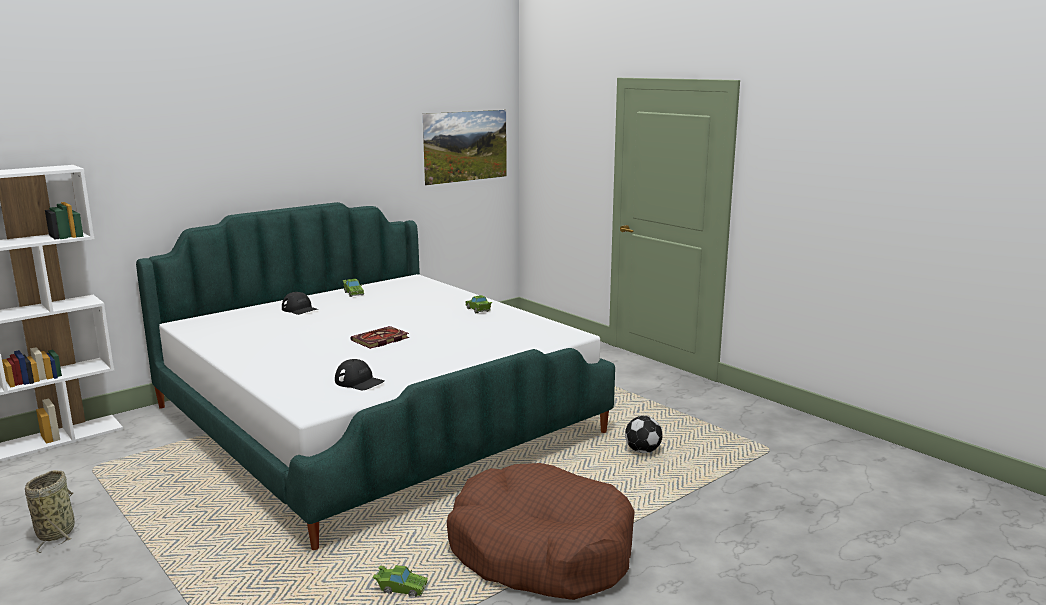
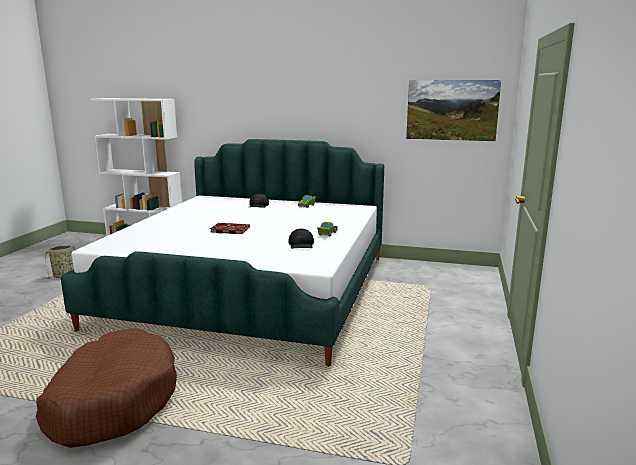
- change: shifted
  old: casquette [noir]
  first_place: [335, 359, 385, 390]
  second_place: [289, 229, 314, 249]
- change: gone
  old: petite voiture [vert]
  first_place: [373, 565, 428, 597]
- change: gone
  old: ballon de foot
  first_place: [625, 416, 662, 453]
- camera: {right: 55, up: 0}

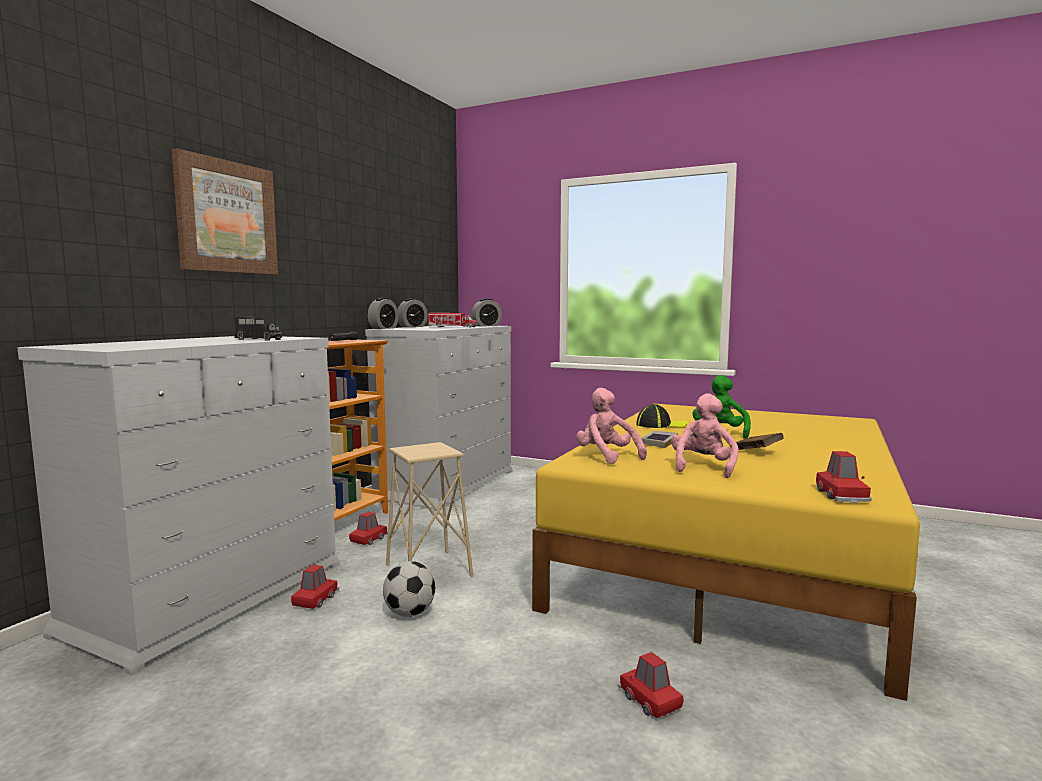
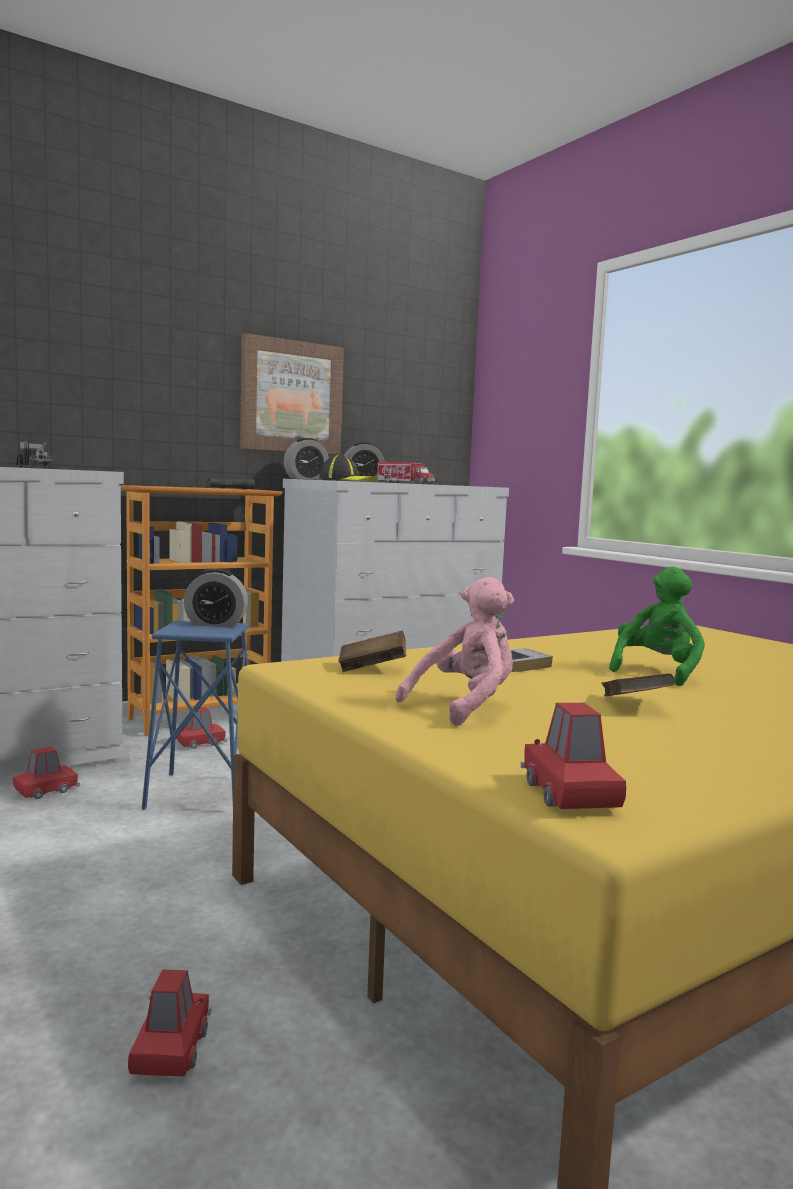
- change: repainted
  old: tabouret [beige]
  new: tabouret [bleu]
  first_place: [386, 442, 473, 577]
  second_place: [142, 620, 249, 810]
- change: shifted
  old: réveil
  first_place: [471, 299, 502, 326]
  second_place: [184, 569, 248, 627]
- change: shifted
  old: tableau
  first_place: [172, 148, 278, 275]
  second_place: [240, 333, 344, 455]
- change: shifted
  old: casquette
  first_place: [636, 404, 688, 428]
  second_place: [319, 454, 378, 482]
- change: swapped
  old: peluche [rose]
  new: livre [marron]
  first_place: [576, 388, 647, 464]
  second_place: [339, 630, 406, 672]
- change: rotated
  old: petite voiture [rouge]
  first_place: [816, 451, 872, 503]
  second_place: [521, 703, 626, 809]
  degrees: 135
- change: gone
  old: ballon de foot
  first_place: [383, 561, 435, 617]
- camera: {right: 30, up: 0}

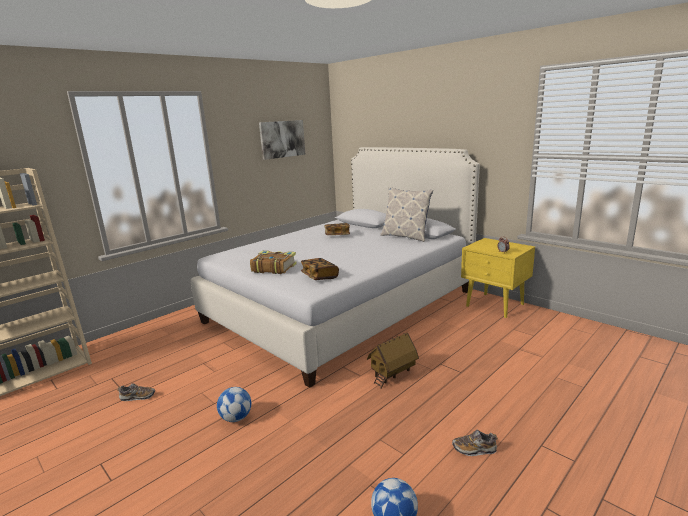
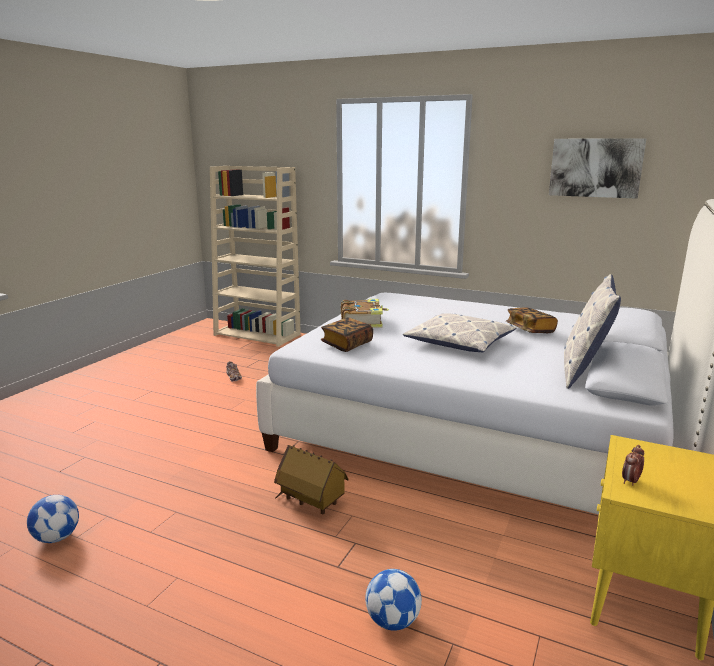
- change: shifted
  old: ballon de foot
  first_place: [217, 387, 251, 422]
  second_place: [365, 569, 422, 631]
- change: new
  new: coussin
  second_place: [403, 313, 516, 352]
- change: gone
  old: chaussure
  first_place: [452, 430, 498, 456]
- camera: {right: 70, up: 0}

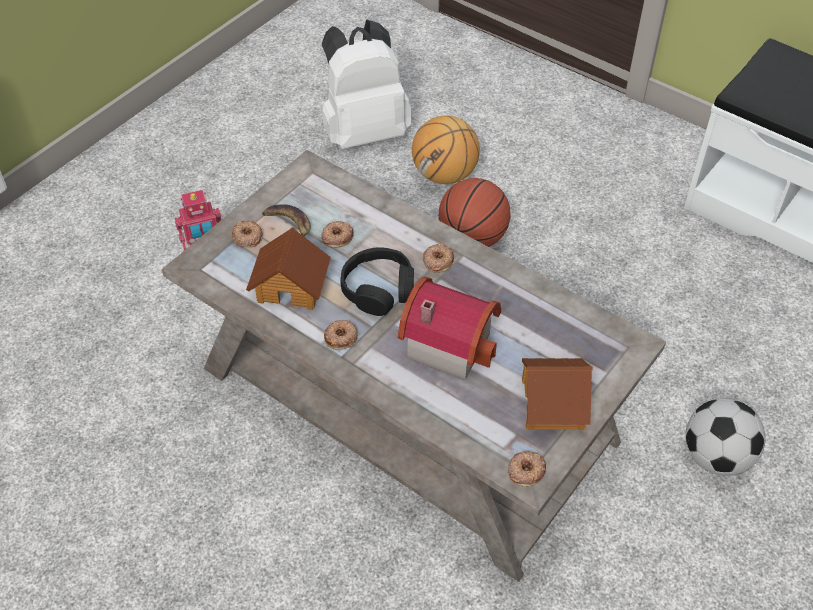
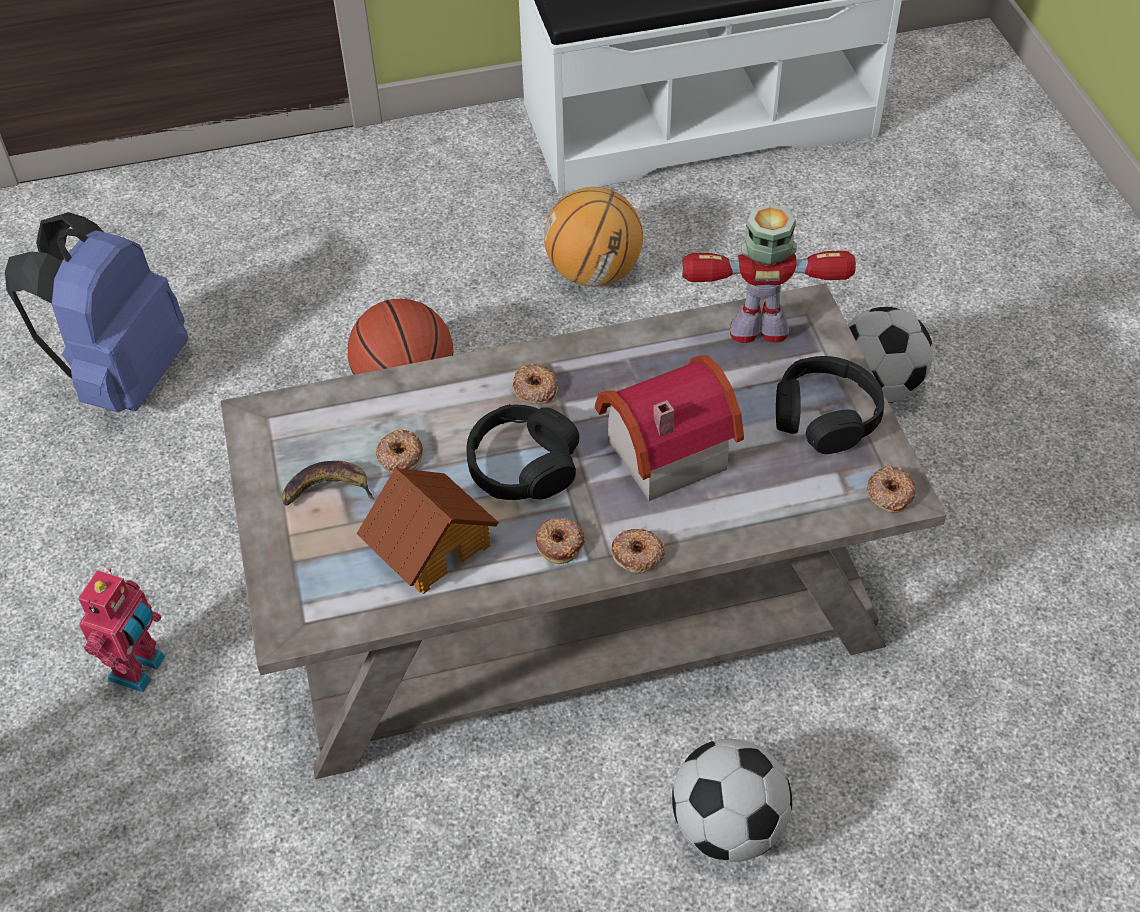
- change: repainted
  old: sac à dos [blanc]
  new: sac à dos [bleu]
  first_place: [322, 19, 411, 149]
  second_place: [5, 212, 188, 412]
- change: shifted
  old: ballon de basket
  first_place: [412, 116, 480, 184]
  second_place: [544, 187, 643, 287]
- change: shifted
  old: beignet
  first_place: [231, 220, 263, 247]
  second_place: [612, 529, 665, 573]
- change: new
  new: ballon de foot
  second_place: [672, 739, 792, 862]
- change: new
  new: robot jouet
  second_place: [682, 204, 856, 343]
- change: swapped
  old: maison miniature
  new: casque audio [noir]
  first_place: [522, 358, 593, 430]
  second_place: [776, 356, 884, 454]
- camera: {right: -50, up: 0}

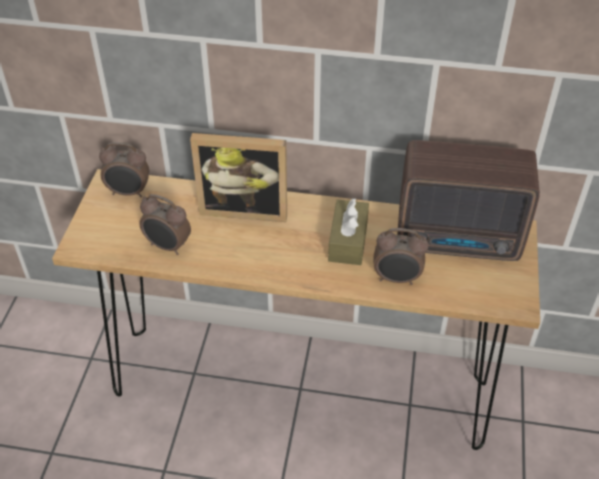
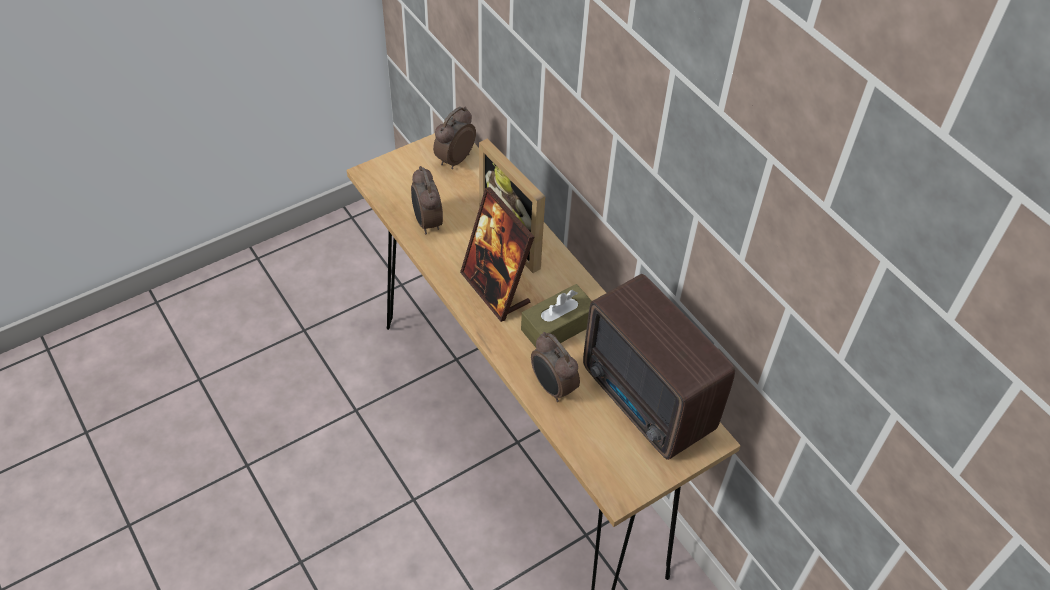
- change: rotated
  old: réveil
  first_place: [99, 142, 149, 197]
  second_place: [433, 107, 476, 169]
  degrees: 75
- change: new
  new: cadre photo
  second_place: [460, 187, 534, 322]
- camera: {right: 45, up: 5}

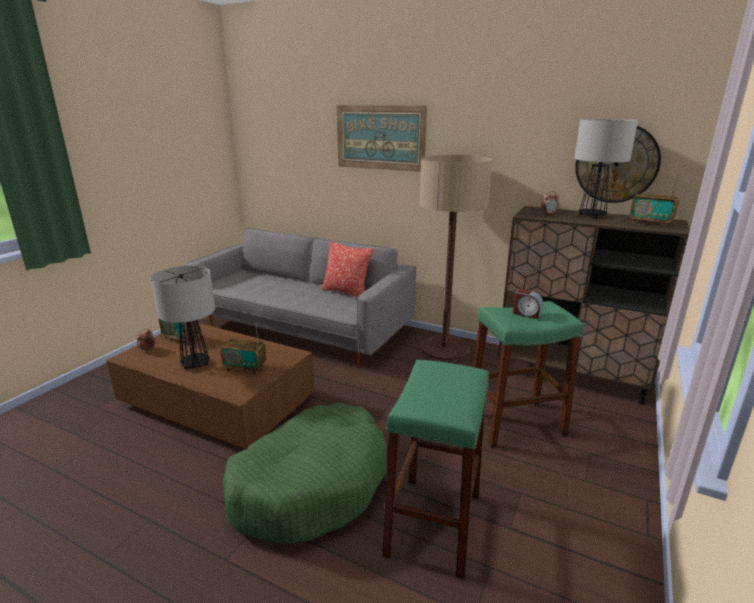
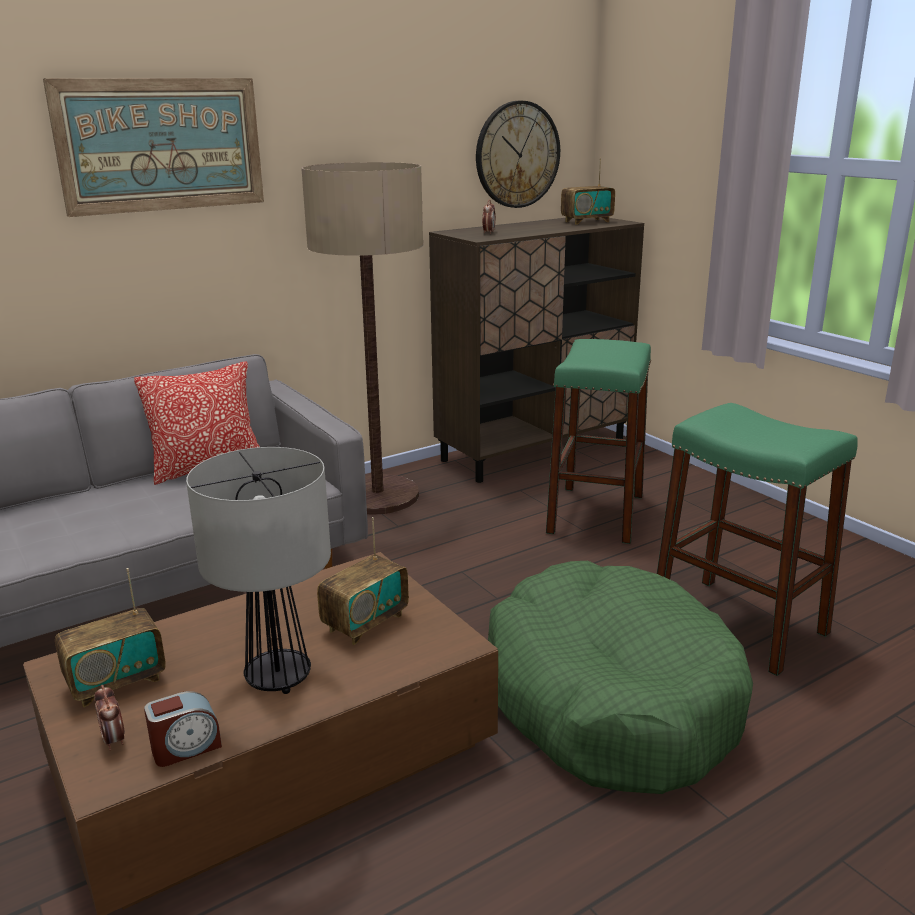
- change: shifted
  old: réveil
  first_place: [513, 289, 543, 319]
  second_place: [144, 691, 222, 767]
- change: gone
  old: lampe de table
  first_place: [574, 119, 638, 219]
- camera: {right: -60, up: 0}

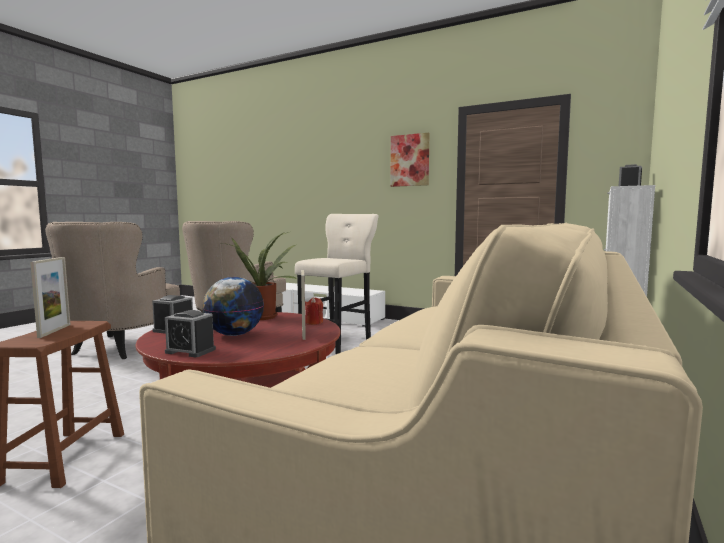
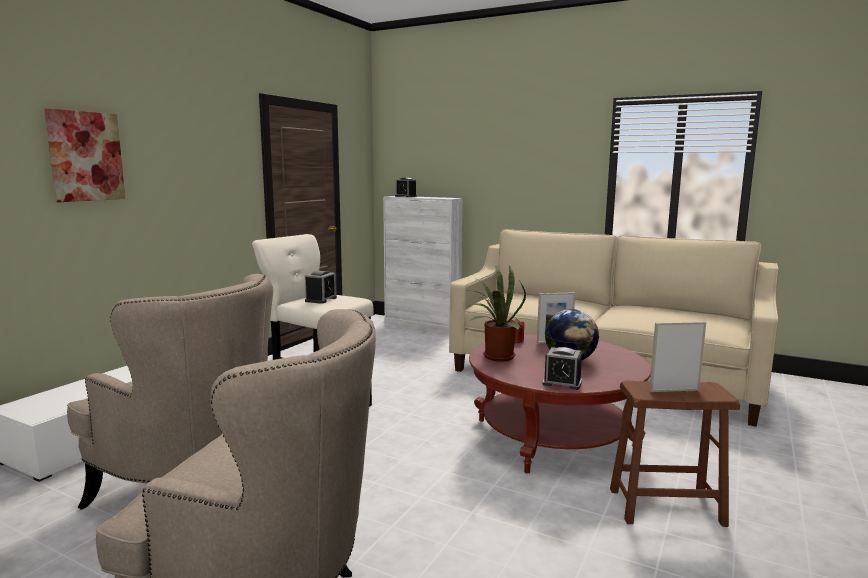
- change: shifted
  old: tableau
  first_place: [390, 133, 429, 187]
  second_place: [44, 108, 126, 202]
- change: shifted
  old: réveil
  first_place: [165, 310, 216, 357]
  second_place: [305, 271, 337, 304]
- camera: {right: -90, up: 5}

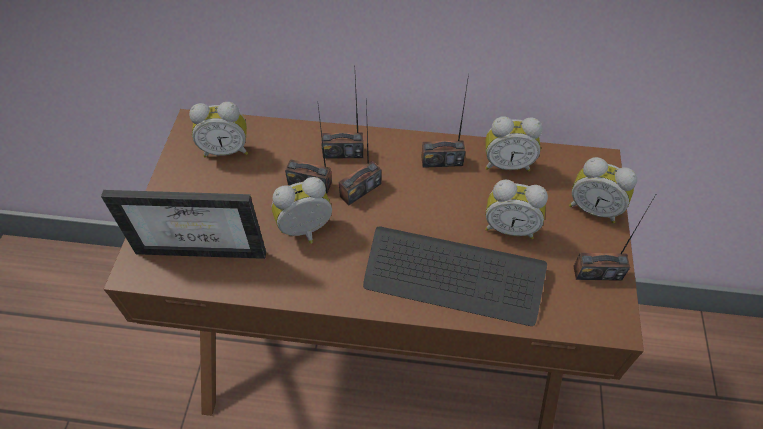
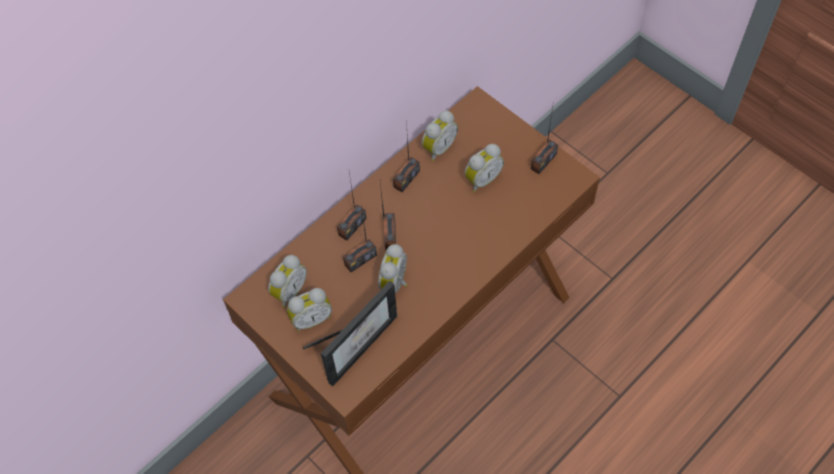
- change: shifted
  old: réveil
  first_place: [569, 157, 637, 223]
  second_place: [287, 288, 332, 332]
- change: gone
  old: clavier
  first_place: [363, 226, 547, 326]
- camera: {right: -50, up: 5}

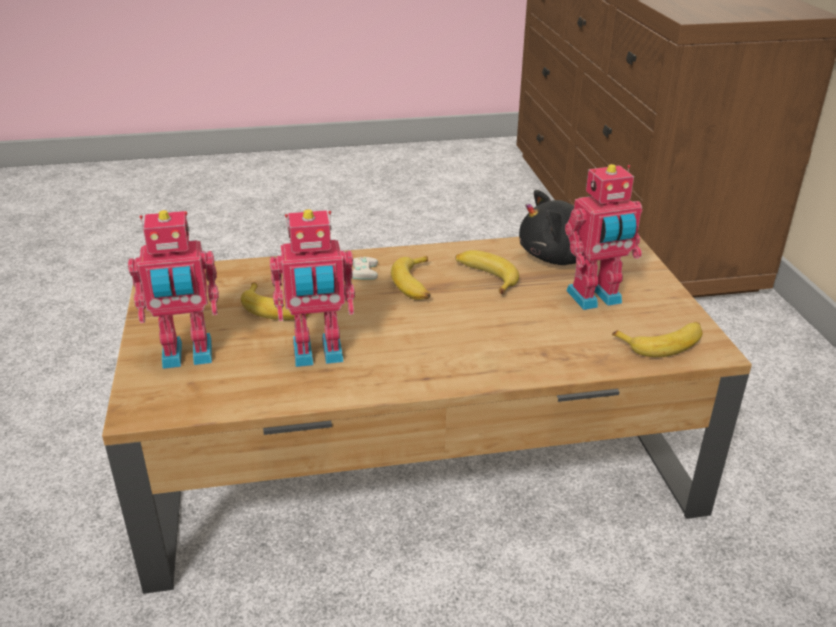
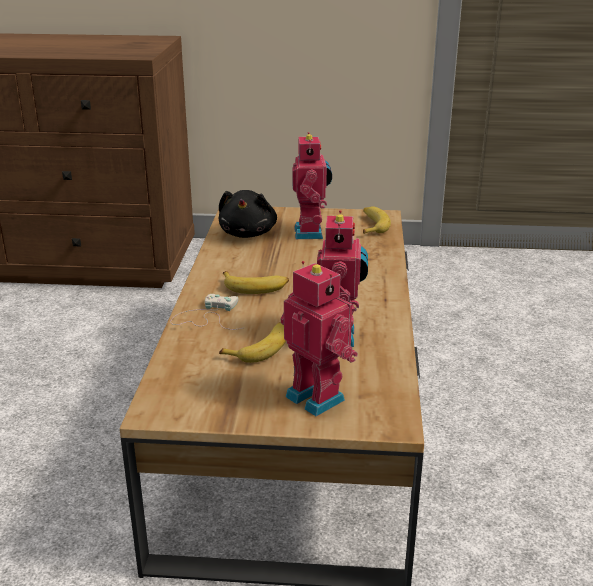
- change: rotated
  old: robot jouet
  first_place: [128, 210, 219, 369]
  second_place: [281, 261, 358, 416]
  degrees: -45
- change: gone
  old: banane
  first_place: [455, 250, 519, 294]
- camera: {right: -75, up: -5}

